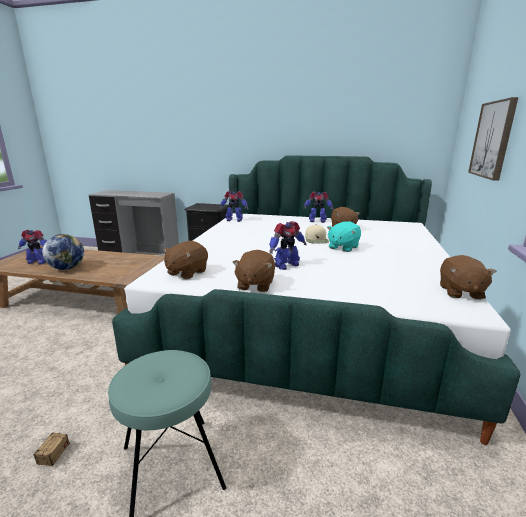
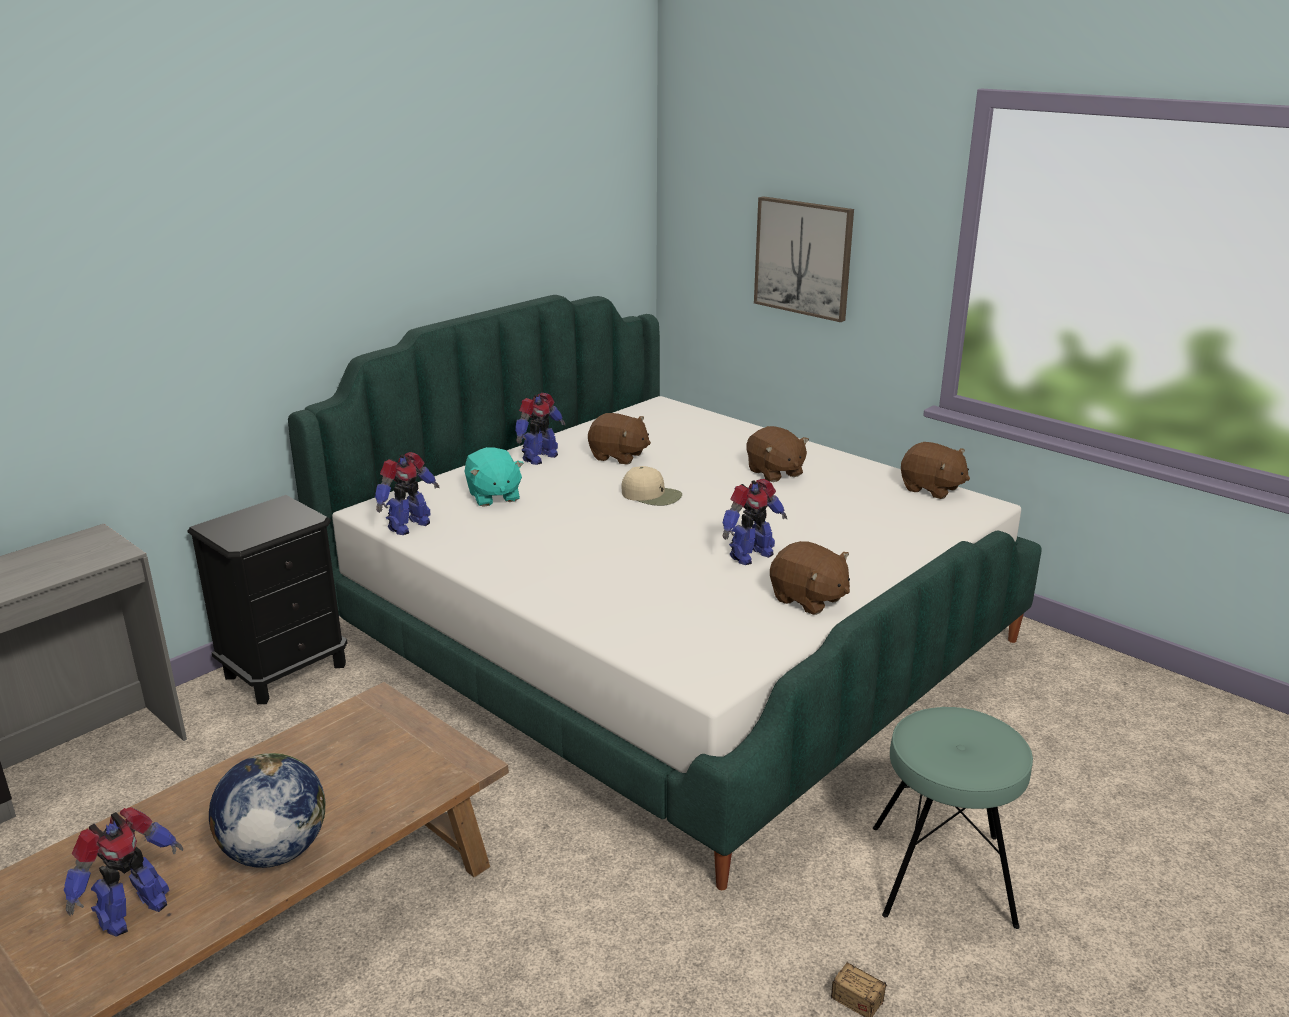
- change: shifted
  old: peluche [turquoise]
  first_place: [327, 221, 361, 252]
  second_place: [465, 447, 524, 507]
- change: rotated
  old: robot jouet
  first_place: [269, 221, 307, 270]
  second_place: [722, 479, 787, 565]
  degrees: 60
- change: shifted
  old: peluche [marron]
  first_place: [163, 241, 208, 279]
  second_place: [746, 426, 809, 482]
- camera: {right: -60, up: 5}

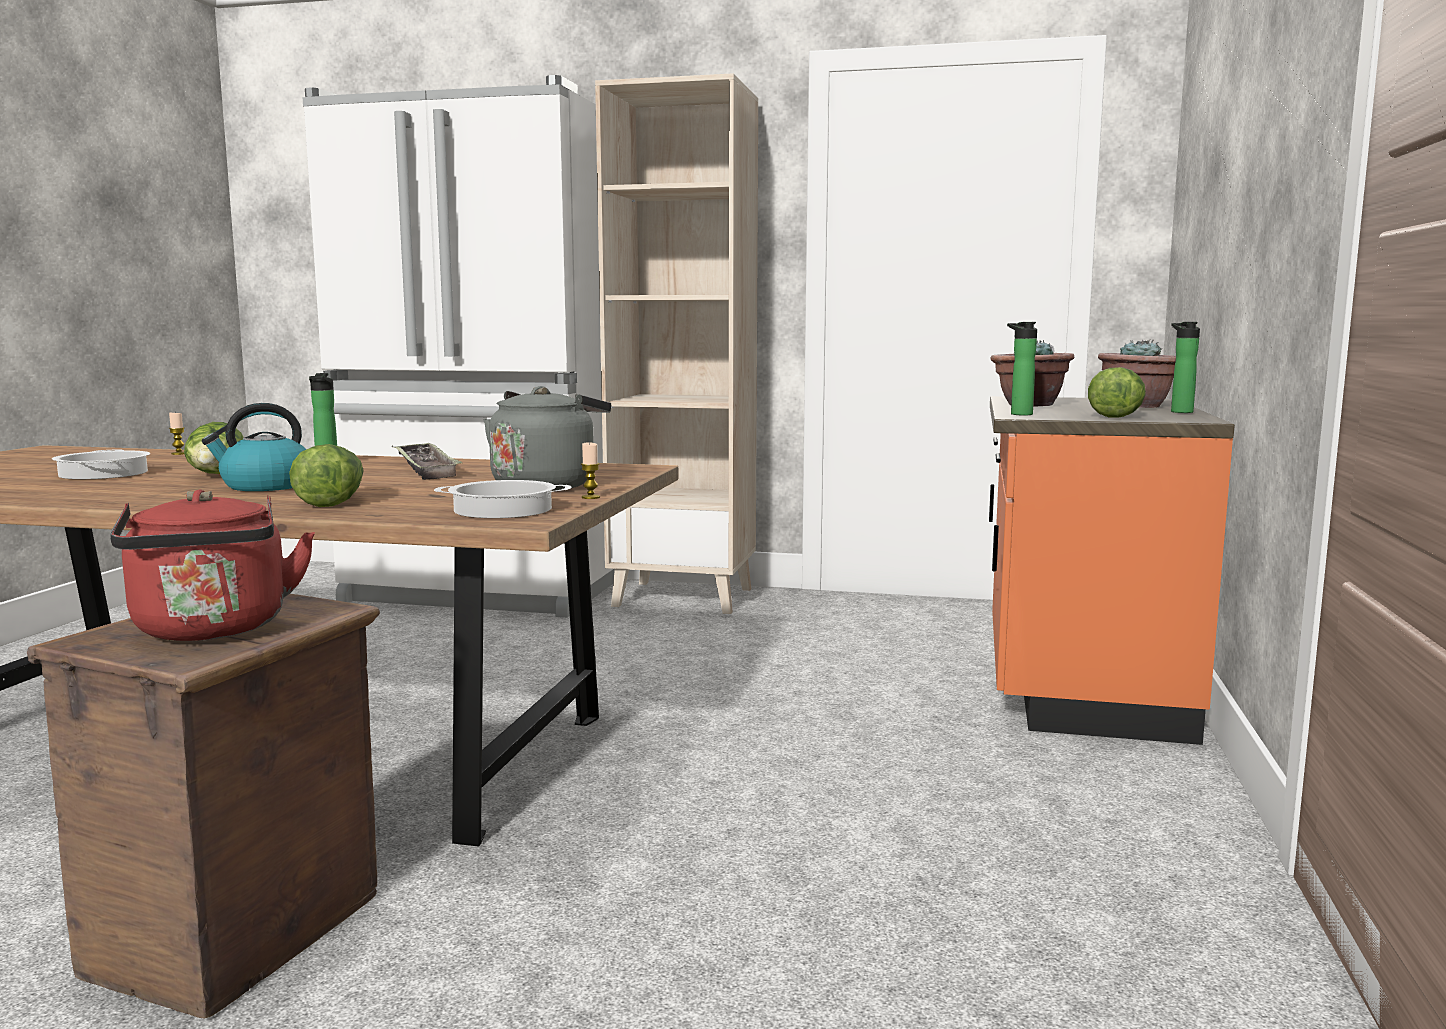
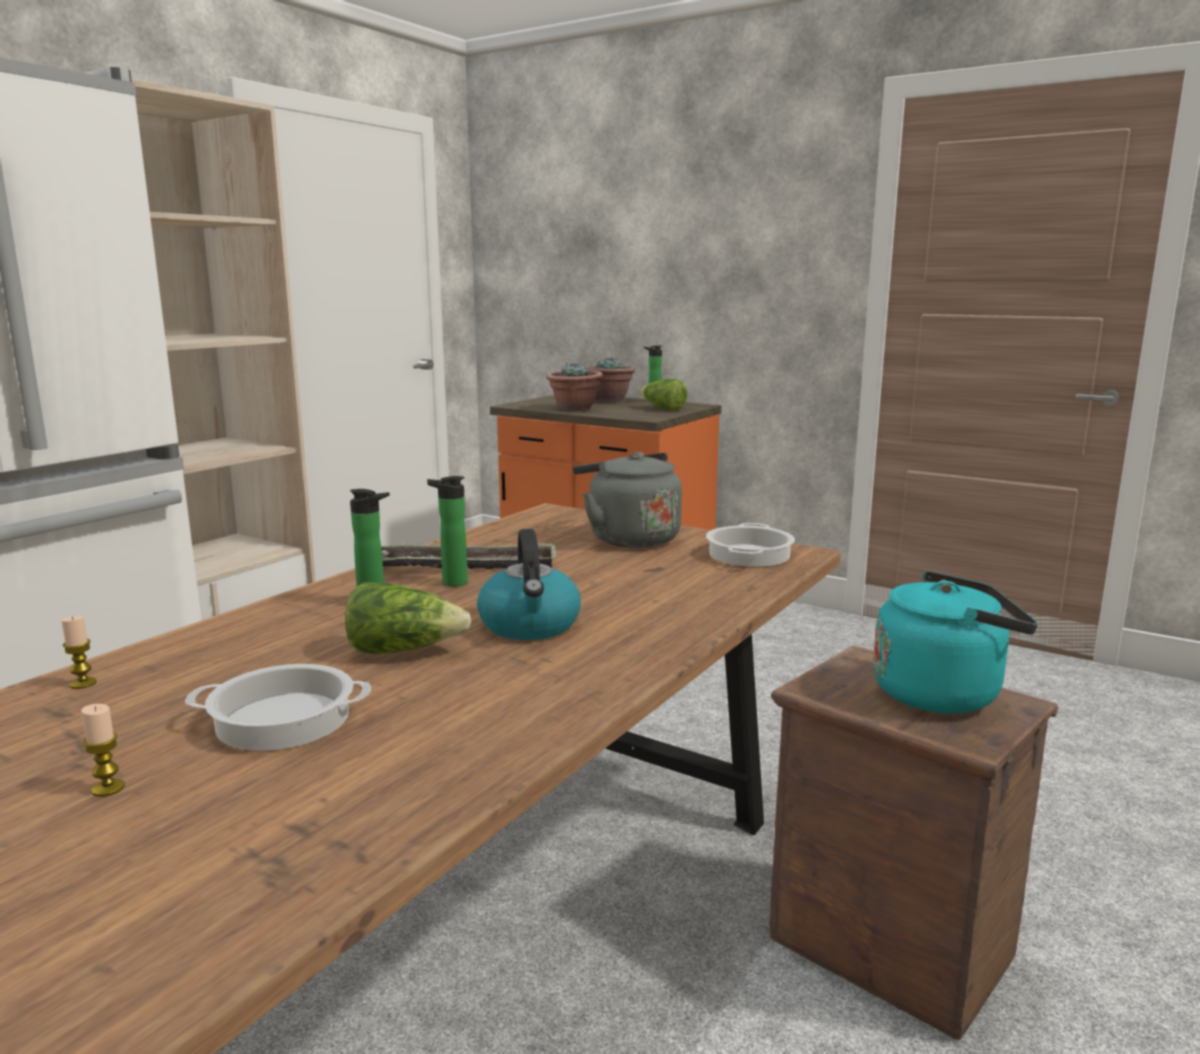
- change: shifted
  old: bougie
  first_place: [581, 442, 600, 499]
  second_place: [81, 704, 125, 797]
- change: shifted
  old: bouteille
  first_place: [1007, 322, 1037, 415]
  second_place: [427, 476, 468, 587]
- change: repainted
  old: bouilloire [rouge]
  new: bouilloire [turquoise]
  first_place: [110, 489, 315, 641]
  second_place: [873, 571, 1038, 714]
- change: gone
  old: laitue
  first_place: [289, 444, 363, 507]
- camera: {right: -70, up: 5}

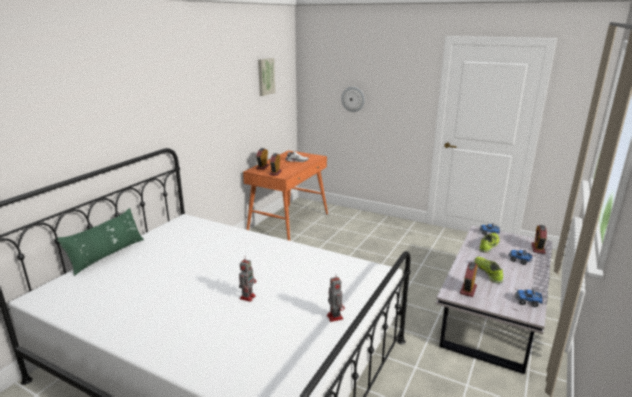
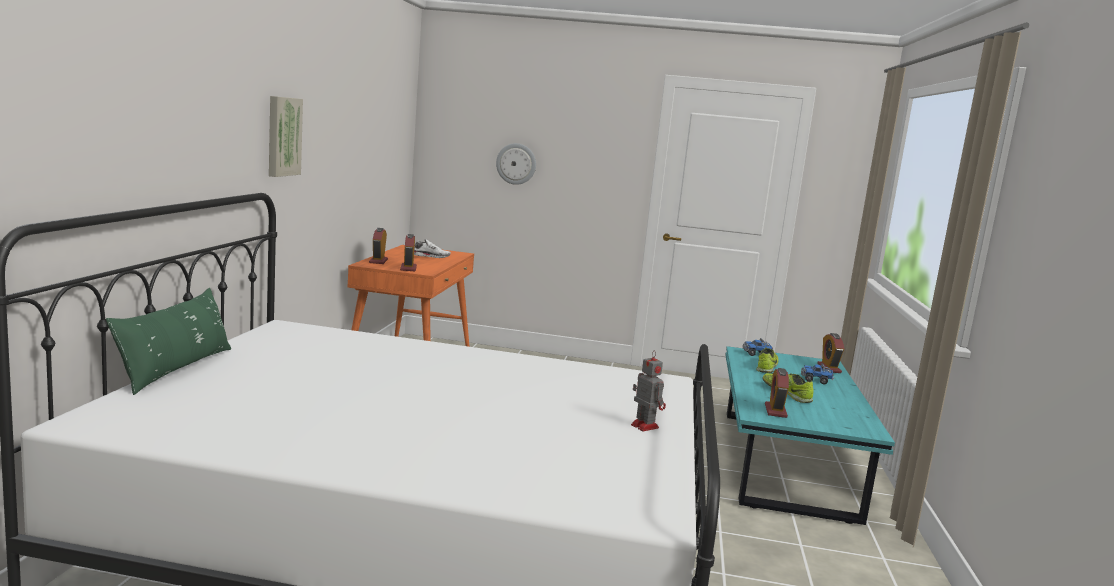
- change: shifted
  old: tableau
  first_place: [258, 58, 275, 96]
  second_place: [269, 96, 303, 177]
- change: repainted
  old: table basse [blanc]
  new: table basse [turquoise]
  first_place: [436, 226, 552, 374]
  second_place: [725, 346, 895, 525]
- change: gone
  old: robot jouet
  first_place: [239, 257, 256, 302]
- change: gone
  old: camion jouet
  first_place: [515, 288, 543, 307]
- camera: {right: -20, up: -10}

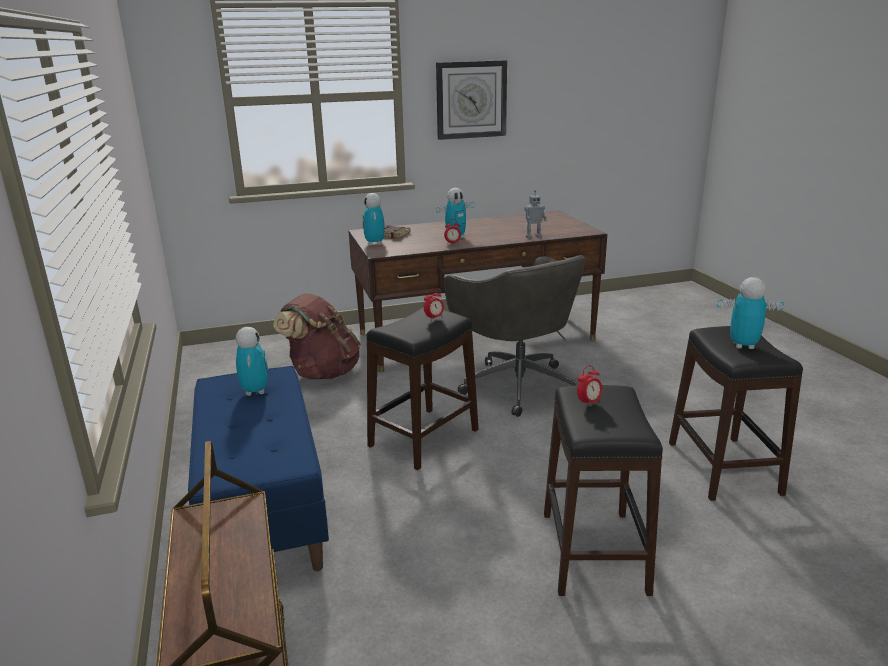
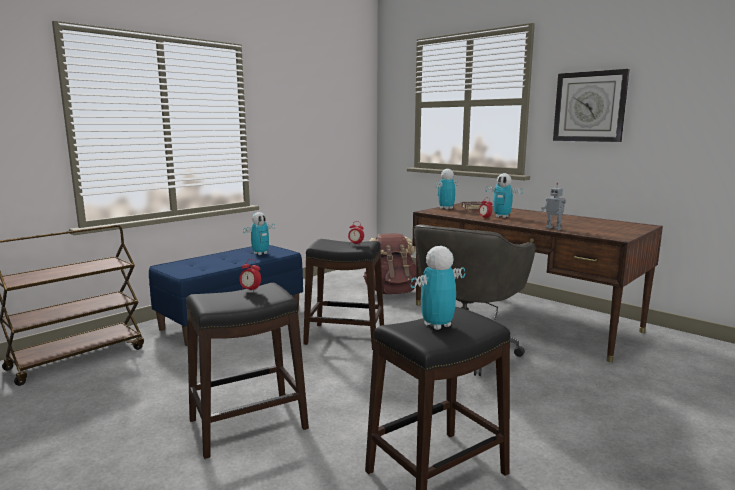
- change: rotated
  old: robot jouet
  first_place: [717, 277, 784, 349]
  second_place: [411, 246, 465, 330]
  degrees: -105
- camera: {right: 60, up: -10}

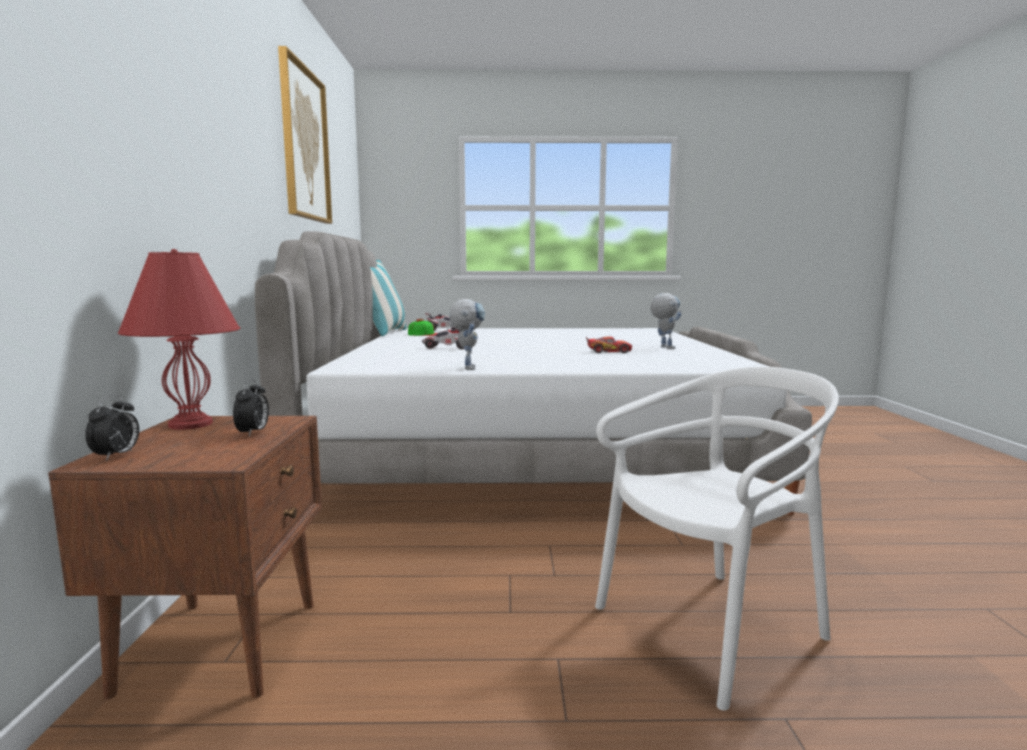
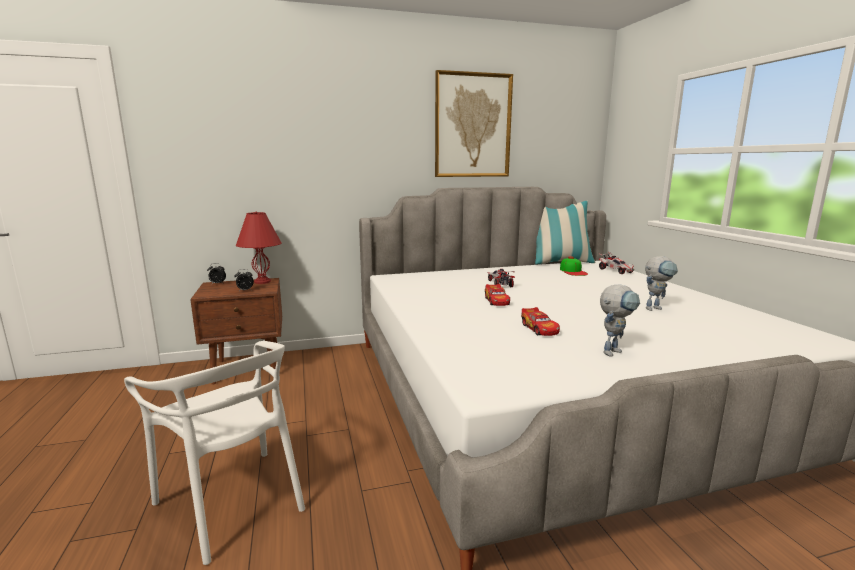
- change: new
  new: petite voiture
  second_place: [485, 284, 510, 306]
- change: shifted
  old: robot jouet
  first_place: [449, 299, 485, 370]
  second_place: [645, 256, 678, 311]
- camera: {right: 75, up: 5}

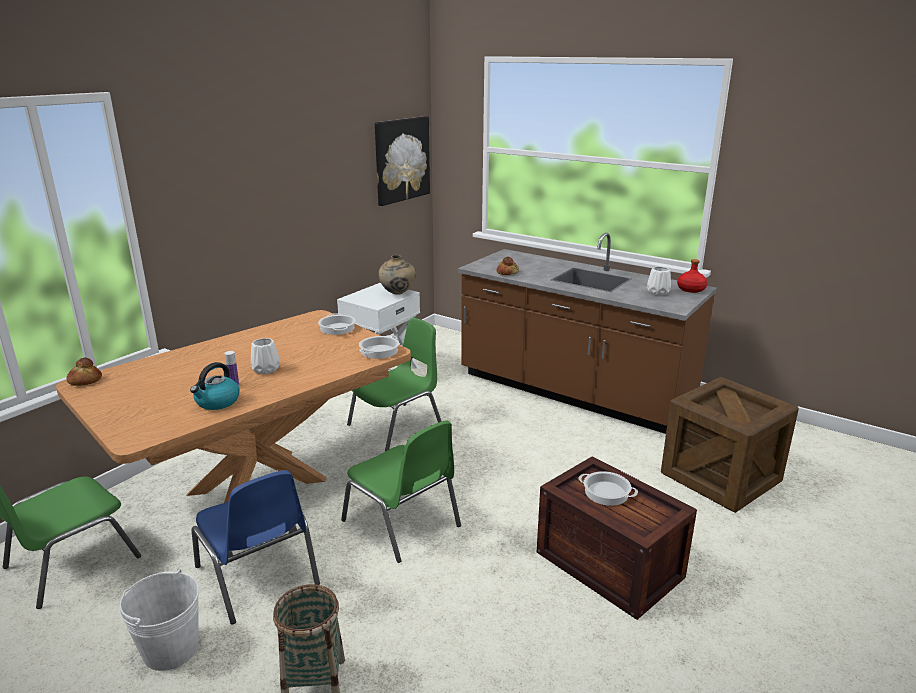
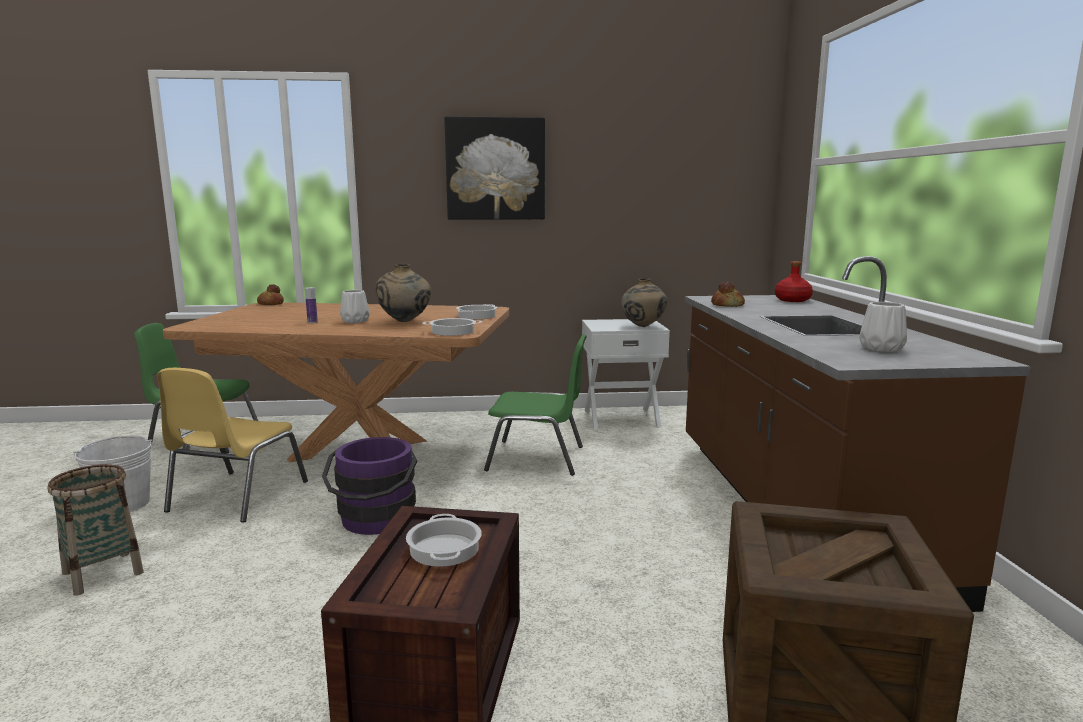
- change: repainted
  old: chaise [bleu]
  new: chaise [jaune]
  first_place: [191, 470, 320, 624]
  second_place: [157, 368, 308, 522]
- change: swapped
  old: chaise [vert]
  new: seau [violet]
  first_place: [341, 420, 461, 563]
  second_place: [322, 437, 417, 535]
- change: new
  new: vase [beige]
  second_place: [375, 264, 431, 322]
- change: shifted
  old: tableau
  first_place: [375, 116, 430, 206]
  second_place: [445, 116, 545, 220]
- change: shifted
  old: bouteille [rouge]
  first_place: [677, 259, 707, 293]
  second_place: [775, 261, 813, 302]
- change: gone
  old: bouilloire
  first_place: [190, 362, 240, 410]
- camera: {right: 50, up: -10}

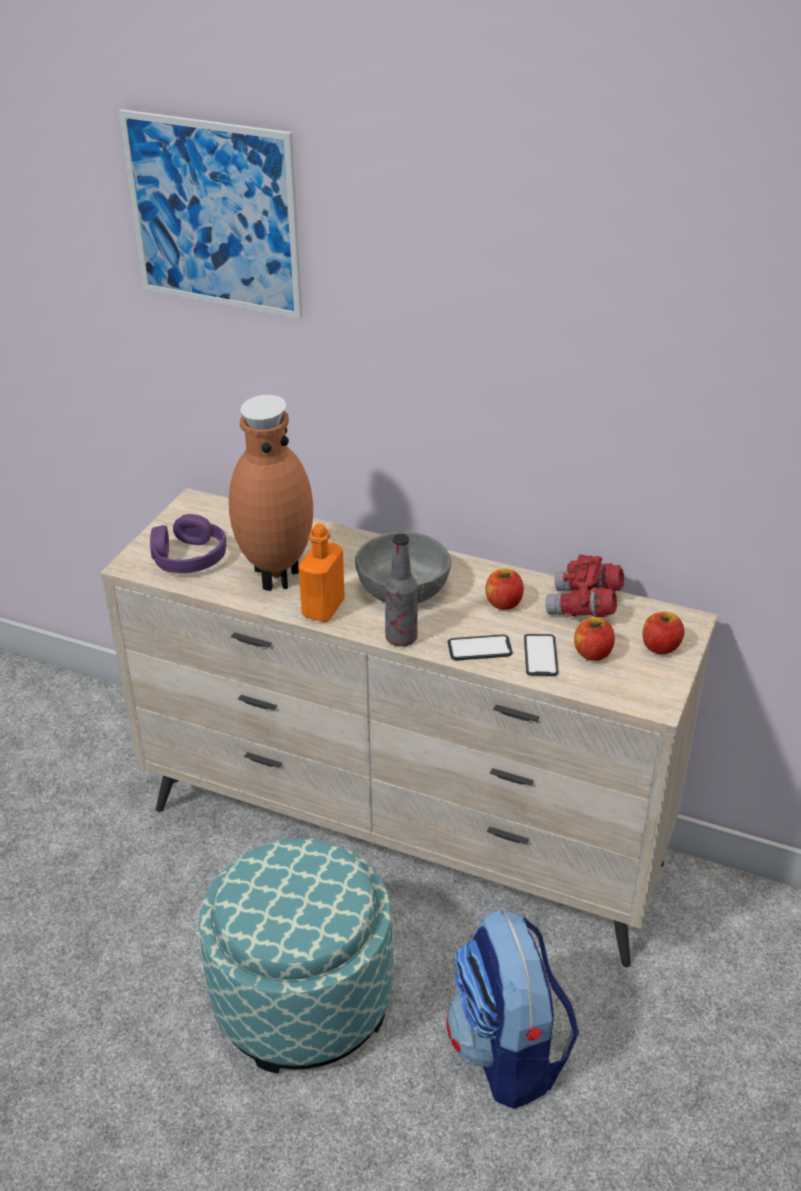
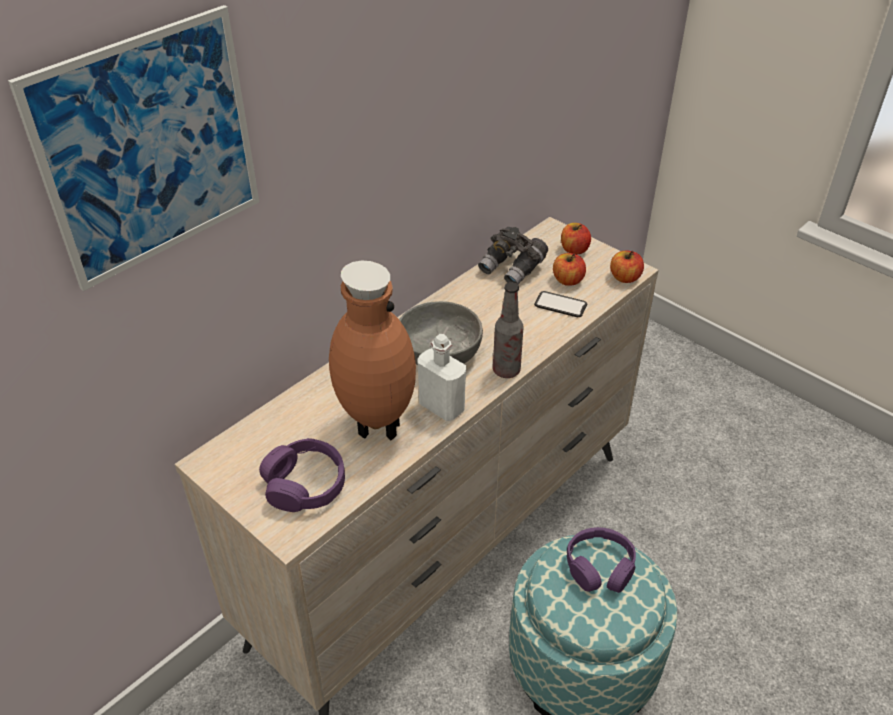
- change: repainted
  old: bouteille [orange]
  new: bouteille [blanc]
  first_place: [298, 523, 345, 622]
  second_place: [417, 334, 467, 421]
- change: repainted
  old: jumelles [rouge]
  new: jumelles [gris]
  first_place: [546, 555, 624, 617]
  second_place: [478, 227, 548, 284]
- change: new
  new: casque audio [violet]
  second_place: [567, 527, 636, 593]
- change: shifted
  old: pomme
  first_place: [485, 568, 524, 610]
  second_place: [610, 250, 644, 283]
- change: gone
  old: sac à dos
  first_place: [446, 909, 579, 1109]
- change: gone
  old: téléphone
  first_place: [448, 634, 513, 660]
- camera: {right: -70, up: 5}

